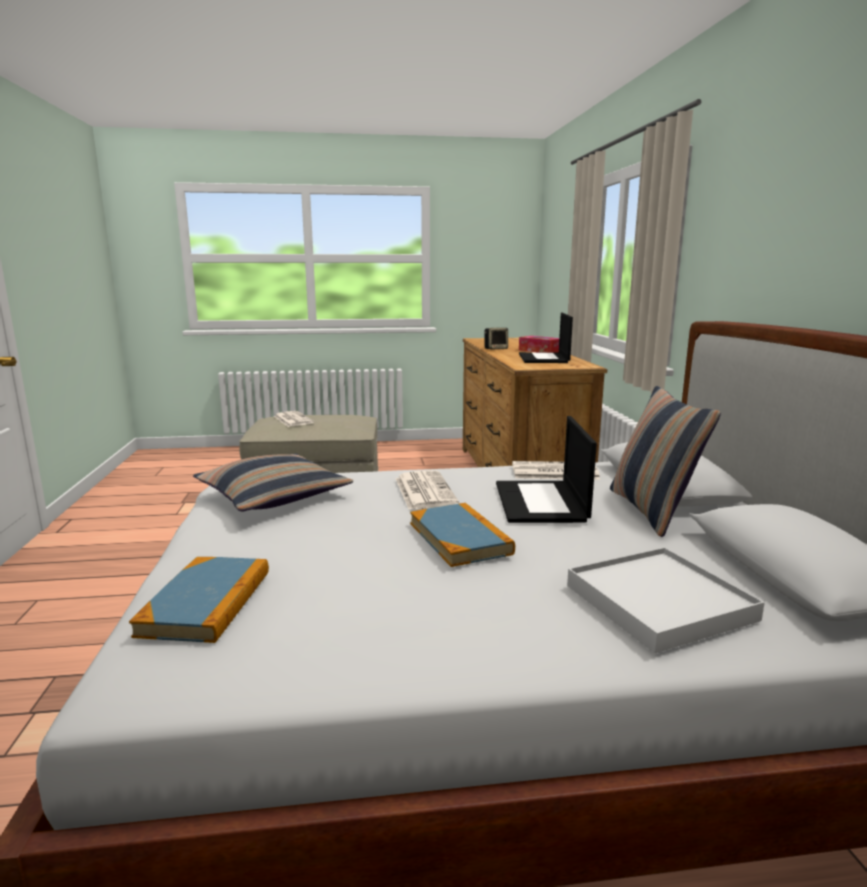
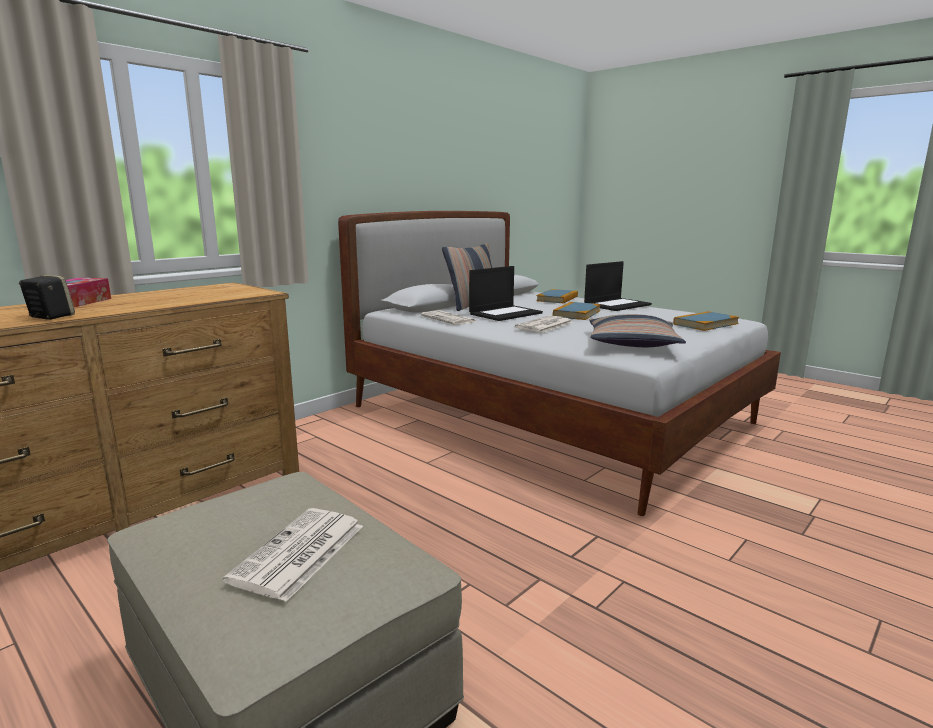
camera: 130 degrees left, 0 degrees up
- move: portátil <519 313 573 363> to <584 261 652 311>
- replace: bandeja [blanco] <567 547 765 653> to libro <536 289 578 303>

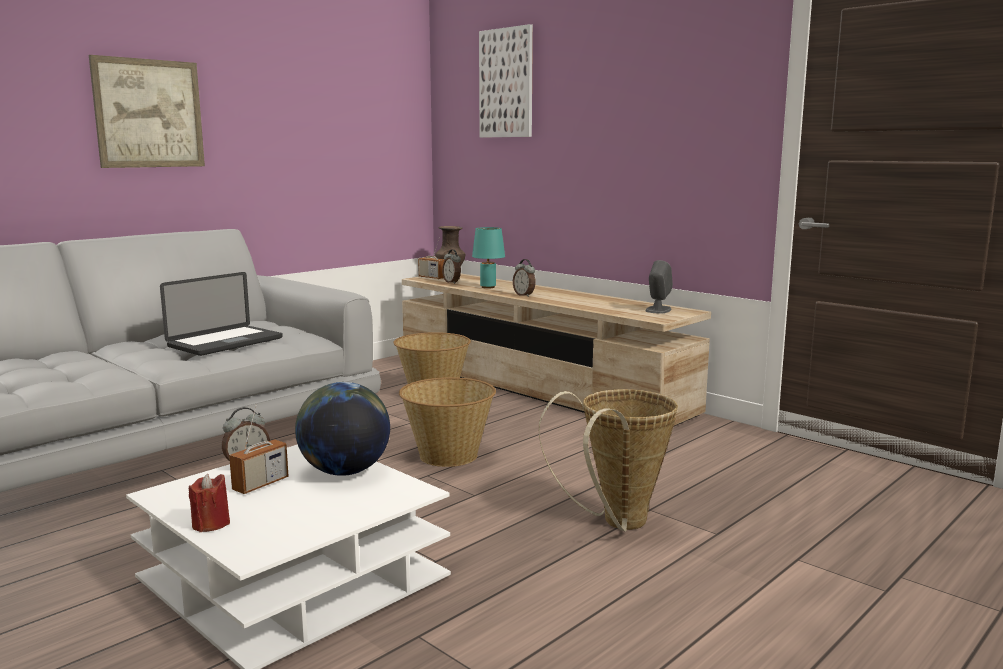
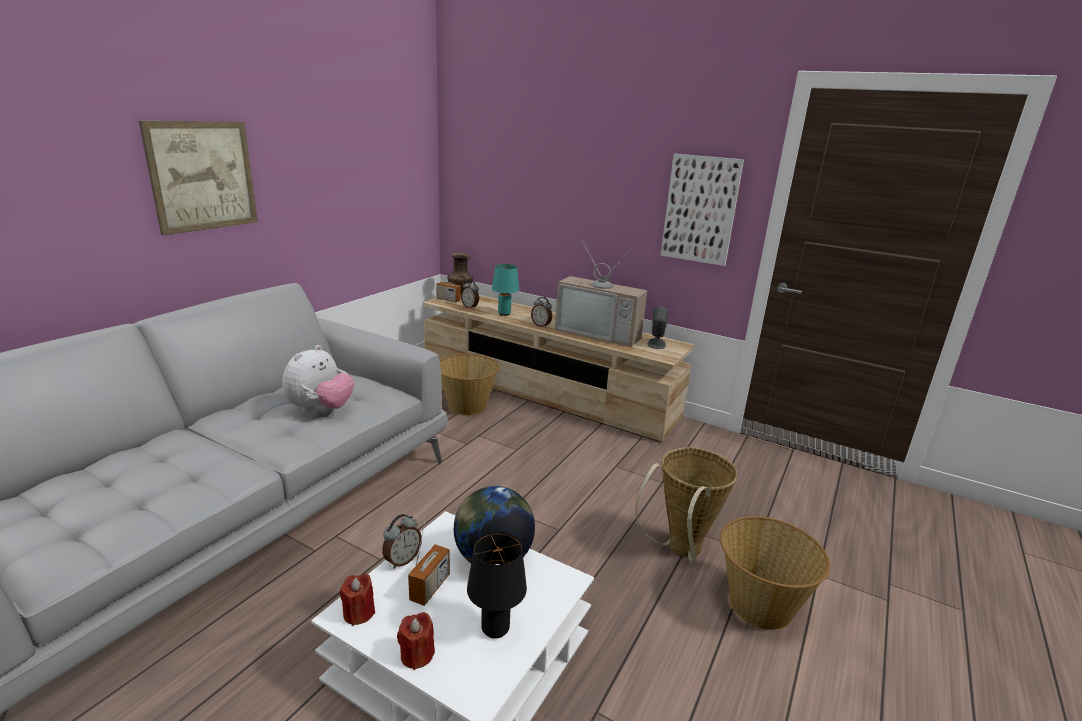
camera: 15 degrees left, 10 degrees up
- replace: portátil <160 272 283 356> to peluche <282 345 354 412>
- move: cesta <399 377 496 467> to <720 516 830 630>
- move: cuadro <479 24 533 138> to <661 154 744 266>
- insert: vela [rojo] <340 574 375 626>
- insert: lámpara de mesa [negro] <467 532 527 639>
- insert: televisor <555 239 647 347>

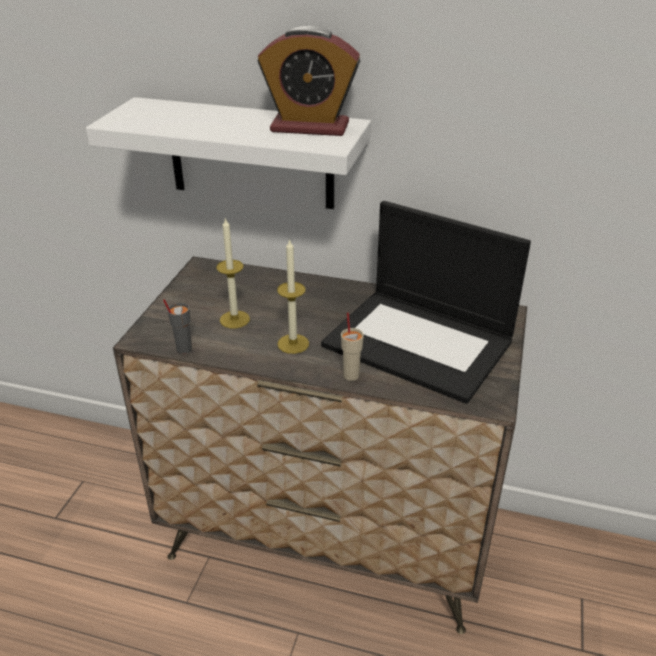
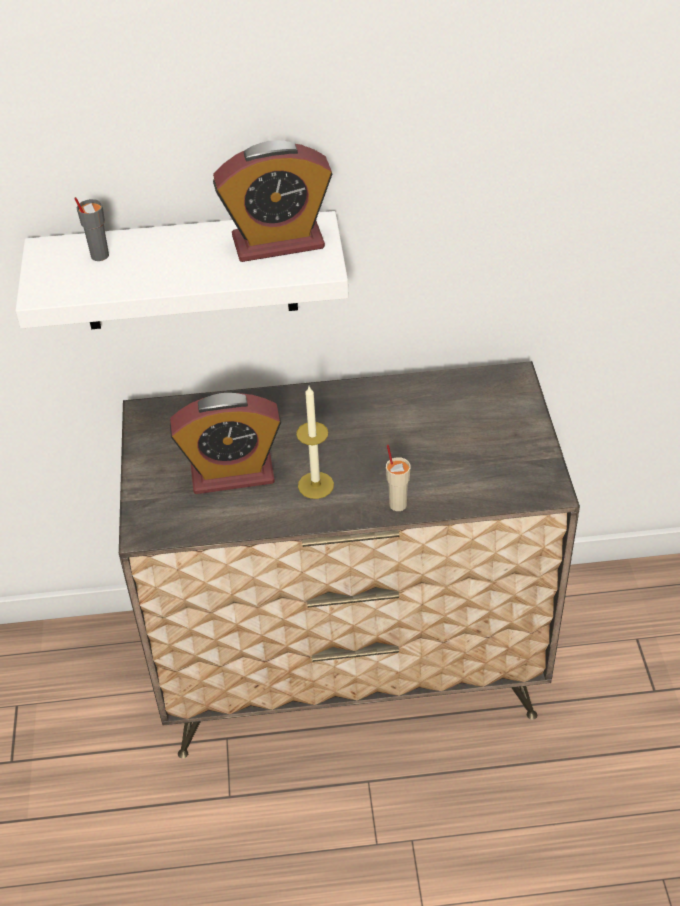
camera: 20 degrees left, 10 degrees up
- move: taza [gris] <163 299 192 354> to <74 197 109 261>
- replace: vela <216 217 250 328> to despertador <170 393 281 494>
- delete: portátil <321 201 531 404>

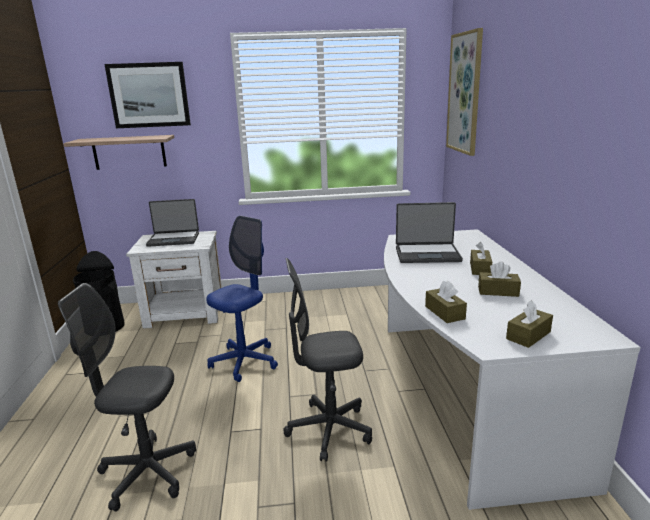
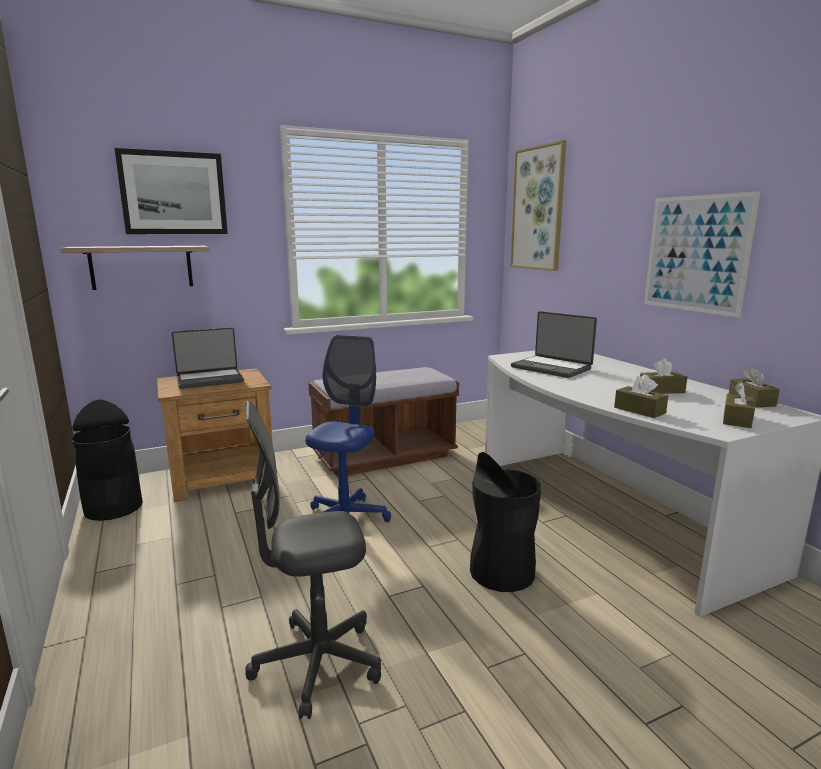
camera: 20 degrees left, 5 degrees down
- recolor: mesita de noche [blanco] <126 231 222 329> to mesita de noche [marrón] <157 368 273 502>
- replace: silla de oficina [gris] <284 258 372 462> to papelera [negro] <470 452 541 592>
- rotate: portátil <396 202 463 263> = <511 311 597 378> 60 degrees clockwise
- move: caja de pañuelos [marrón] <470 242 492 275> to <729 367 780 407>
- insert: banco [marrón] <308 367 459 477>
- insert: cuadro <644 192 760 318>

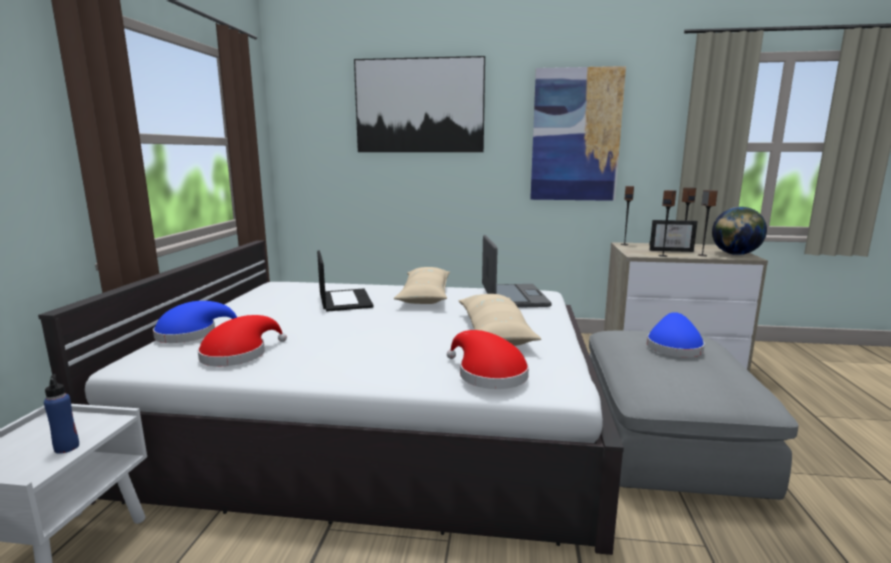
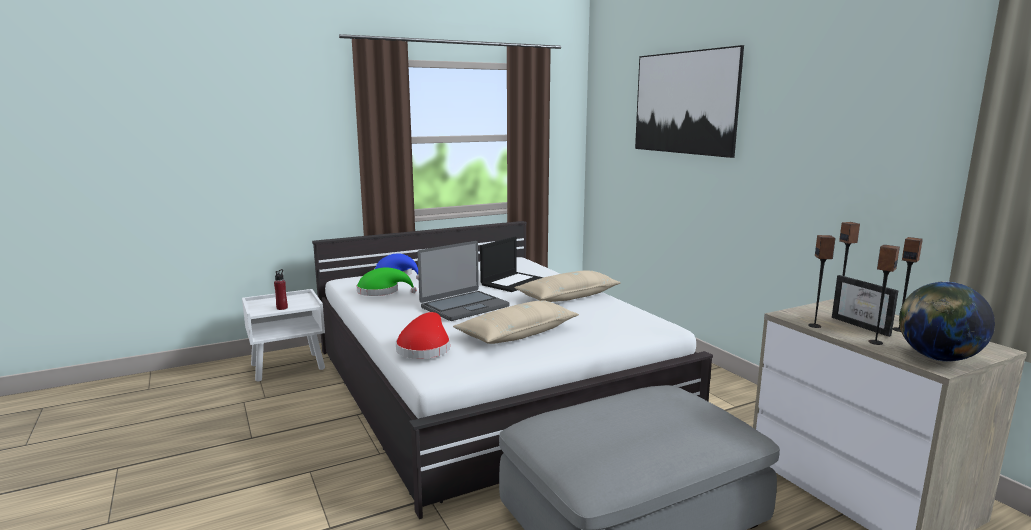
camera: 55 degrees right, 0 degrees up
- recolor: botella [azul] <44 374 79 454> to botella [rojo] <274 269 288 310>
- recolor: sombrero [rojo] <198 315 287 366> to sombrero [verde] <357 267 417 296>
- move: portátil <482 235 552 308> to <418 241 510 321>
- delete: cuadro <530 66 626 201>
- delete: sombrero [azul] <646 312 705 357>

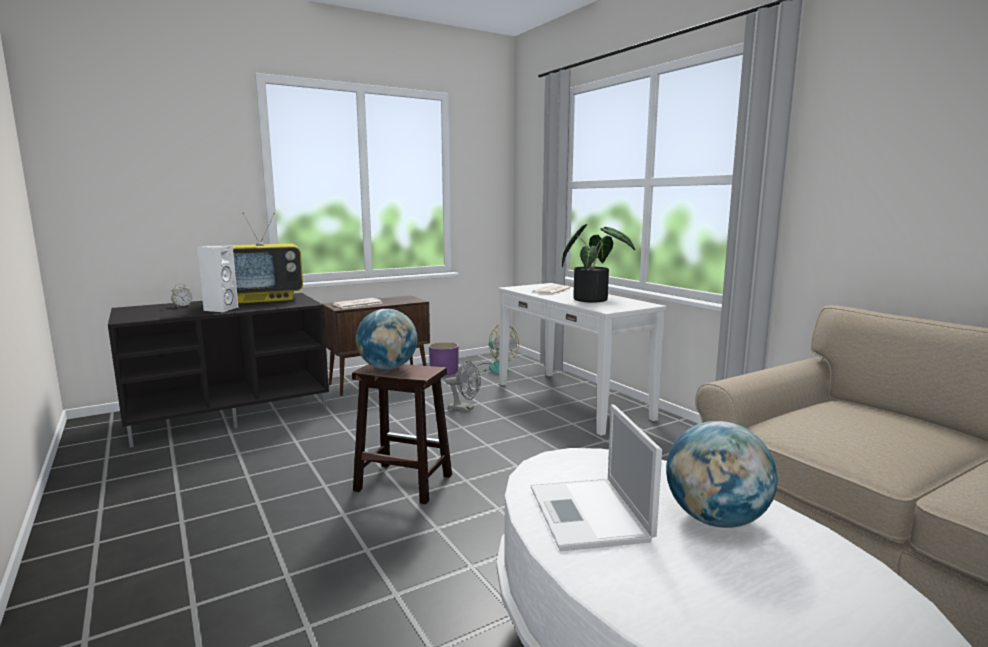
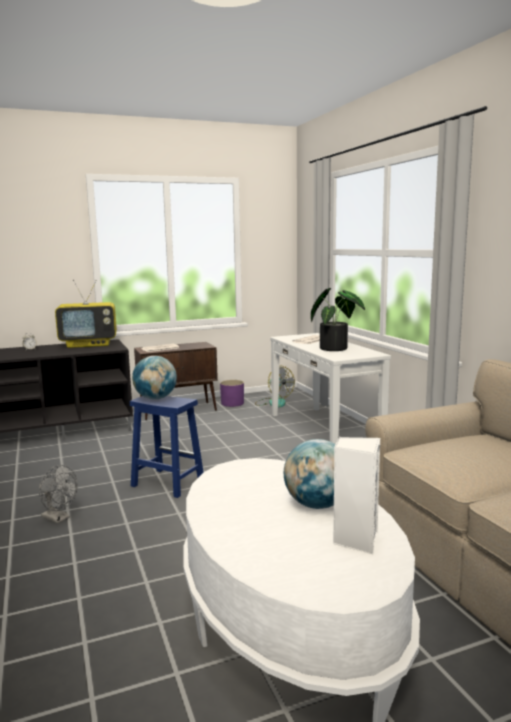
camera: 10 degrees right, 0 degrees up
- move: altavoz [blanco] <197 245 239 312> to <333 437 380 554>
- recolor: taburete [marrón] <352 364 452 504> to taburete [azul] <130 396 203 498>
- move: ventilador [gris] <445 360 481 412> to <39 465 78 524>
- delete: portátil <531 404 662 551>

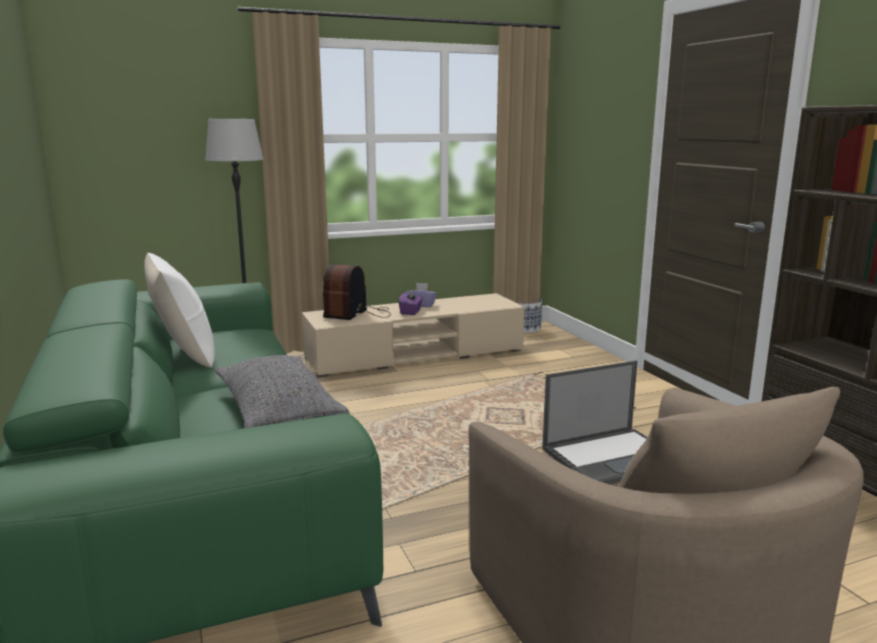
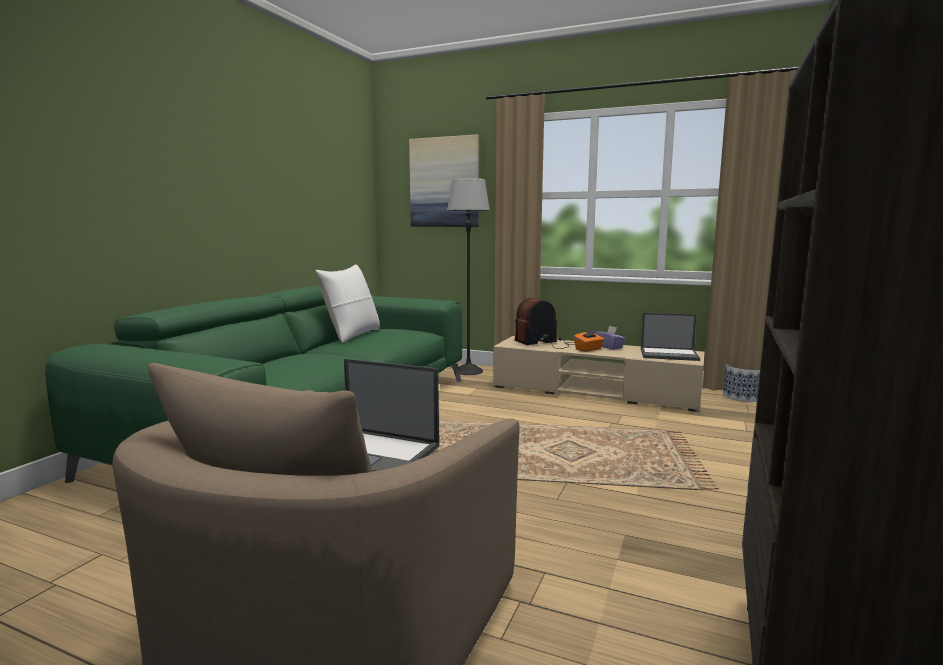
camera: 45 degrees right, 5 degrees down
- delete: cojín [gris] <215 355 350 428>
- recolor: caja de pañuelos [morado] <399 289 423 315> to caja de pañuelos [naranja] <574 329 604 352>
- insert: cuadro <409 134 479 227>
- insert: portátil <641 313 700 361>

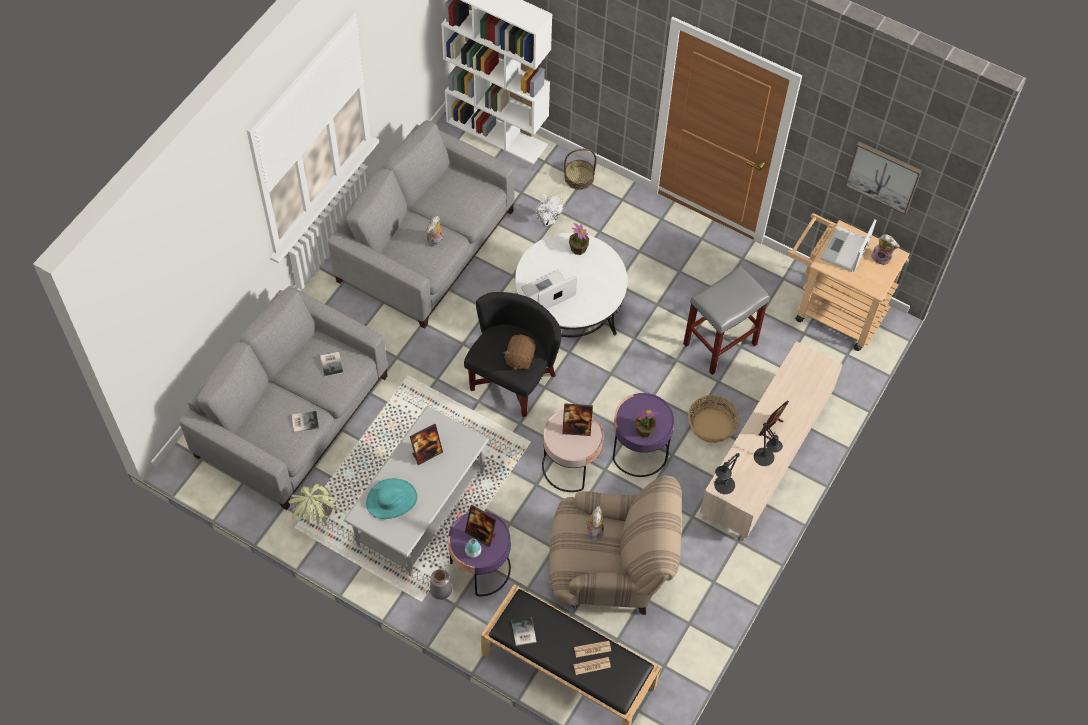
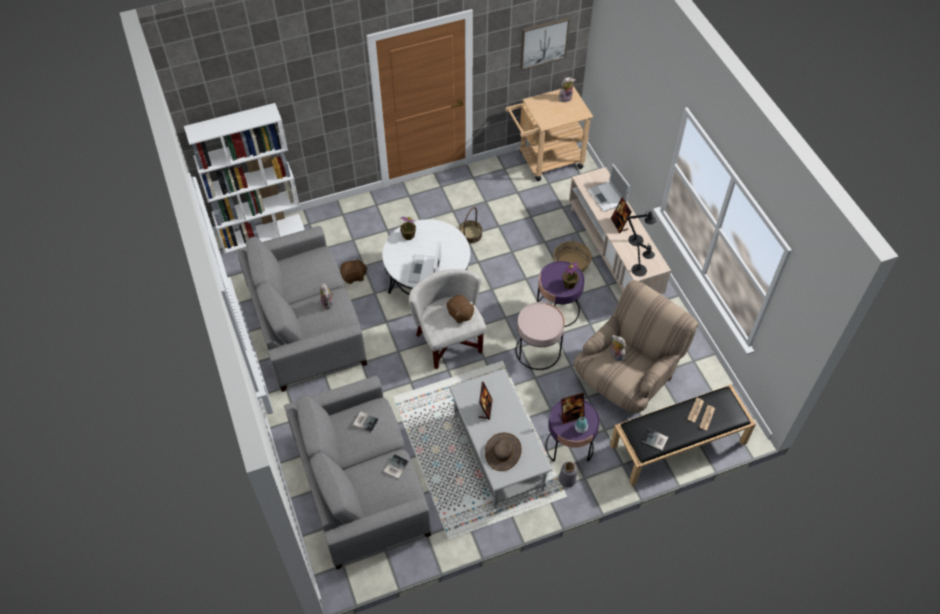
camera: 50 degrees left, 5 degrees down
- delete: planta en maceta <289 484 340 527>
- recolor: sombrero [turquesa] <366 478 418 519> to sombrero [marrón] <485 433 522 471>
- recolor: sillón [negro] <464 292 562 417> to sillón [blanco] <409 269 487 369>
- delete: ventilador [blanco] <536 193 565 226>
- delete: portarretratos <562 403 593 436>
- move: cesta <564 149 596 190> to <459 207 482 244>
- delete: taburete [gris] <683 266 770 375>
- move: portátil <821 219 877 272> to <587 164 630 212>
- insert: peluche [marrón] <340 258 368 284>

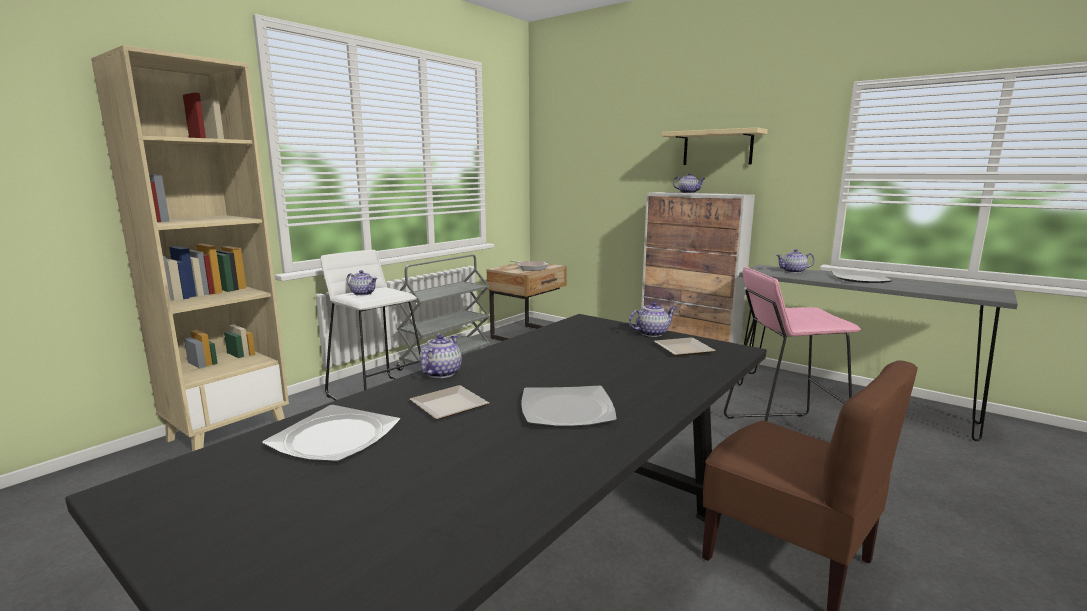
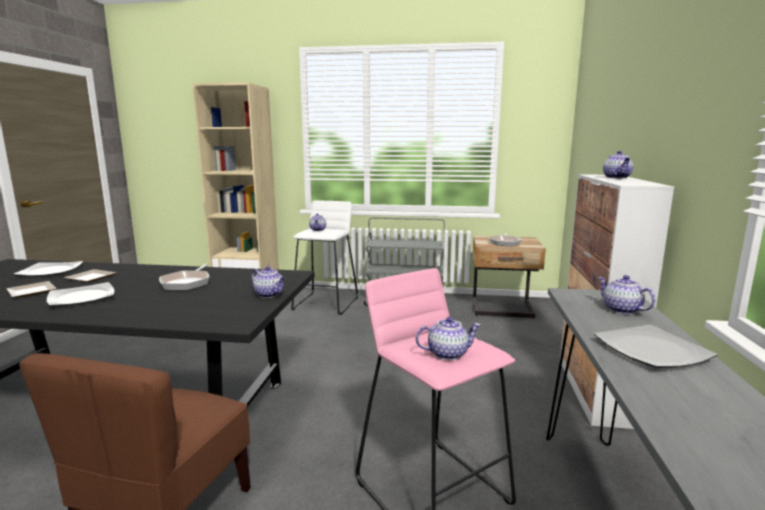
camera: 60 degrees right, 0 degrees up
- move: tetera <419 334 462 378> to <416 317 481 360>
- move: plato <654 337 716 356> to <7 281 57 298>
- delete: estante [beis] <662 127 768 165>
- insert: sartén <159 264 209 290>

